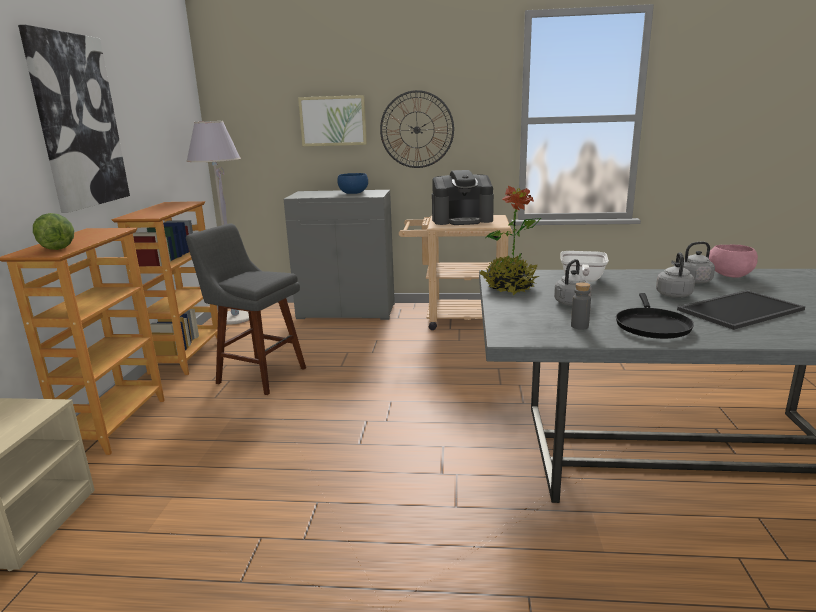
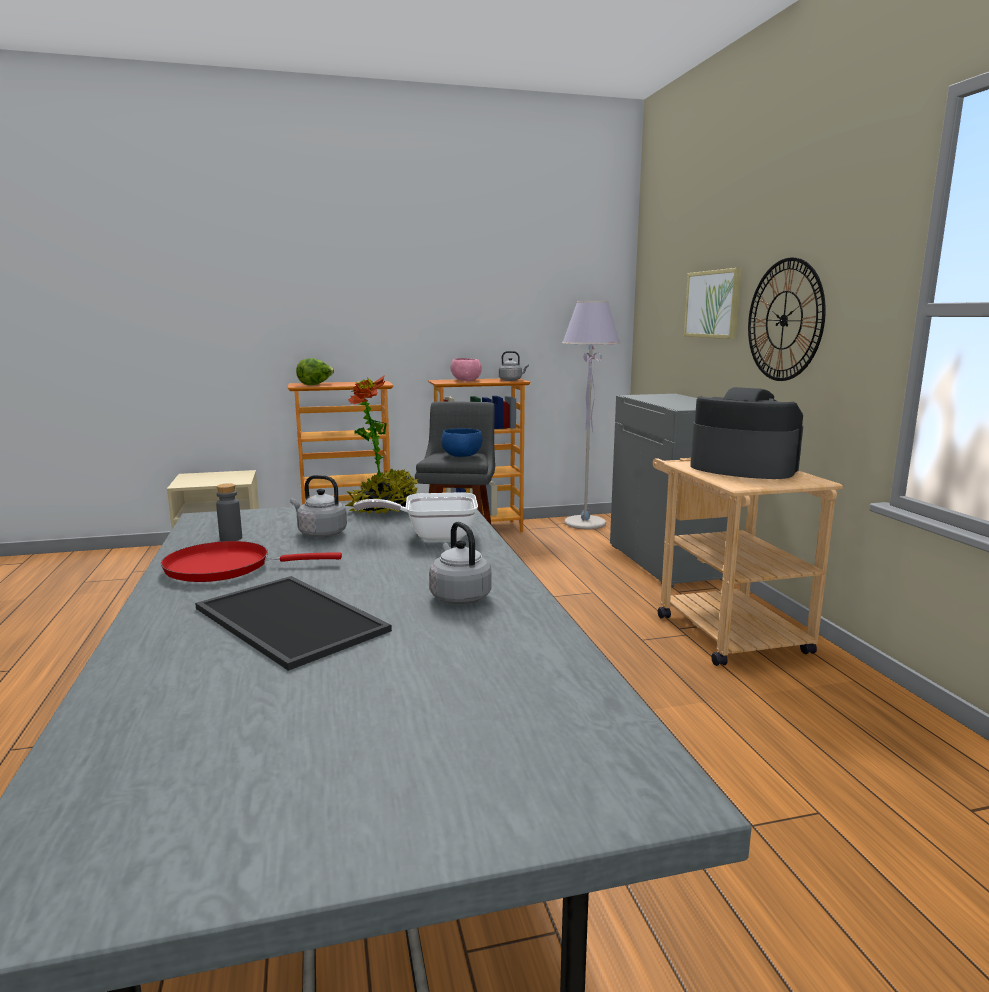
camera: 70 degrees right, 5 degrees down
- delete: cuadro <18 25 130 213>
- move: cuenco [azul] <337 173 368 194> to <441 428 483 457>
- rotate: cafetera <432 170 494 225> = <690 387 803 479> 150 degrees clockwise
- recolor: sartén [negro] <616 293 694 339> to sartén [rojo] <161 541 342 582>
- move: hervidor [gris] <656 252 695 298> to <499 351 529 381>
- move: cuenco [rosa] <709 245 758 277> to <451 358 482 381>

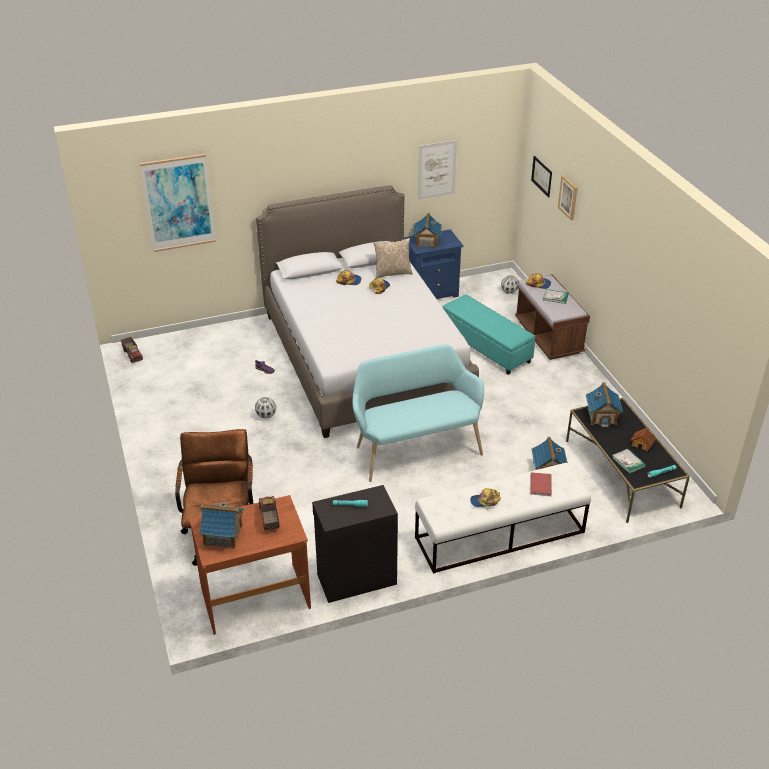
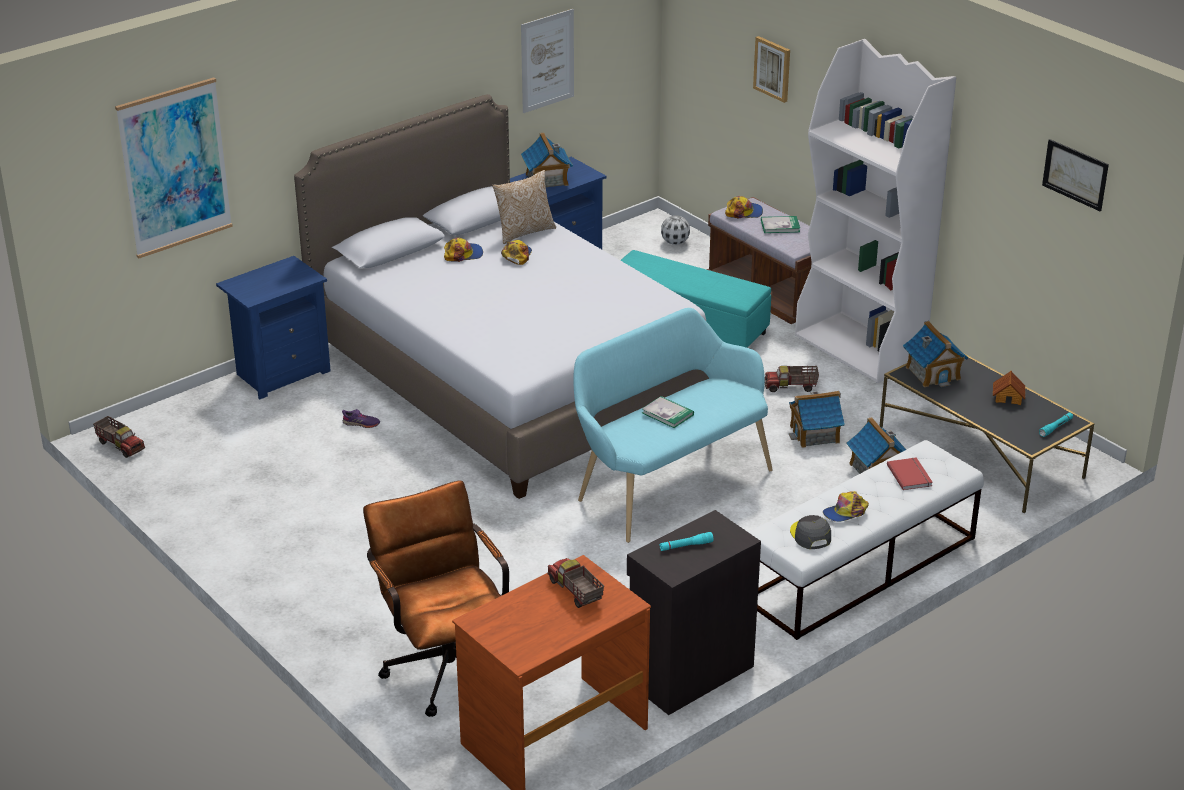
camera: 20 degrees left, 5 degrees down
- move: casita <199 502 243 549> to <789 391 845 448>
- delete: balón de fútbol <255 397 276 418>
- move: cuadro <531 156 552 198> to <1042 139 1109 211>
- move: libro <612 449 646 474> to <642 396 694 428>
- insert: mesita de noche [azul] <216 256 331 399>
- insert: camión de juguete <765 366 819 392>
- insert: gorra [gris] <790 515 831 549>
- insert: estantería [blanco] <795 39 956 383>

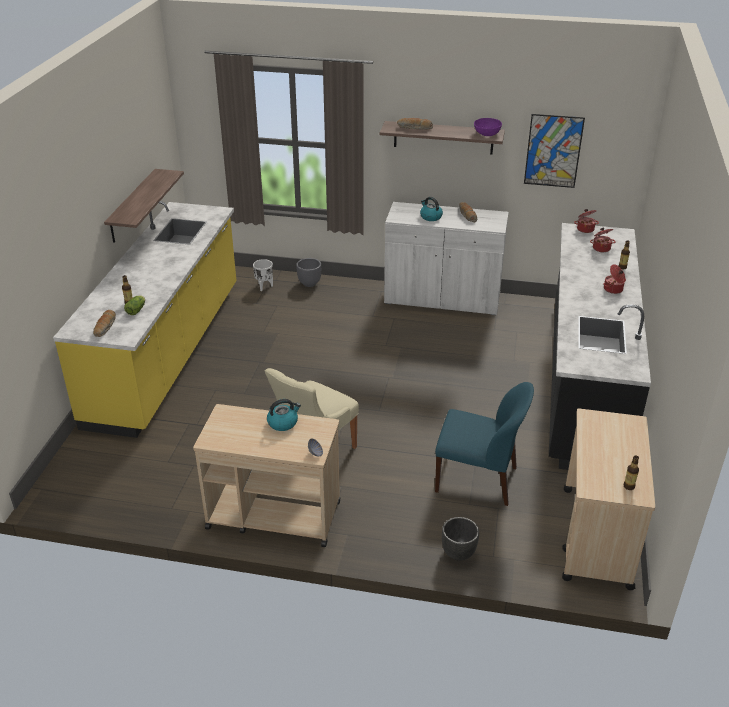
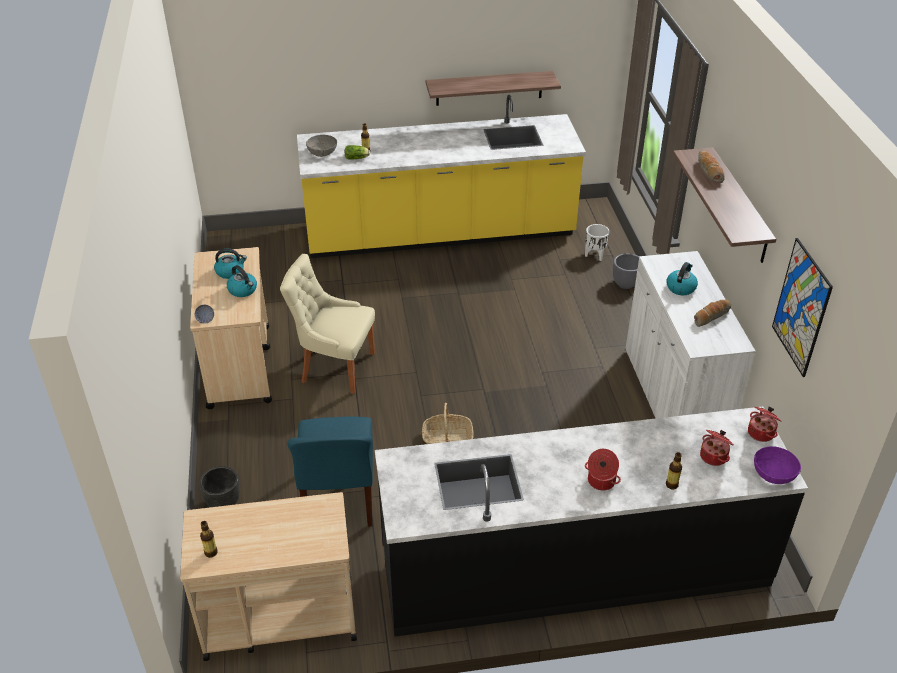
camera: 70 degrees right, 5 degrees up
- replace: pan <93 310 116 337> to cuenco [gris] <306 135 337 157>
- move: cuenco [morado] <474 118 502 136> to <754 446 801 484>
- insert: hervidor <214 249 247 279>
- insert: cesta <422 403 474 444>

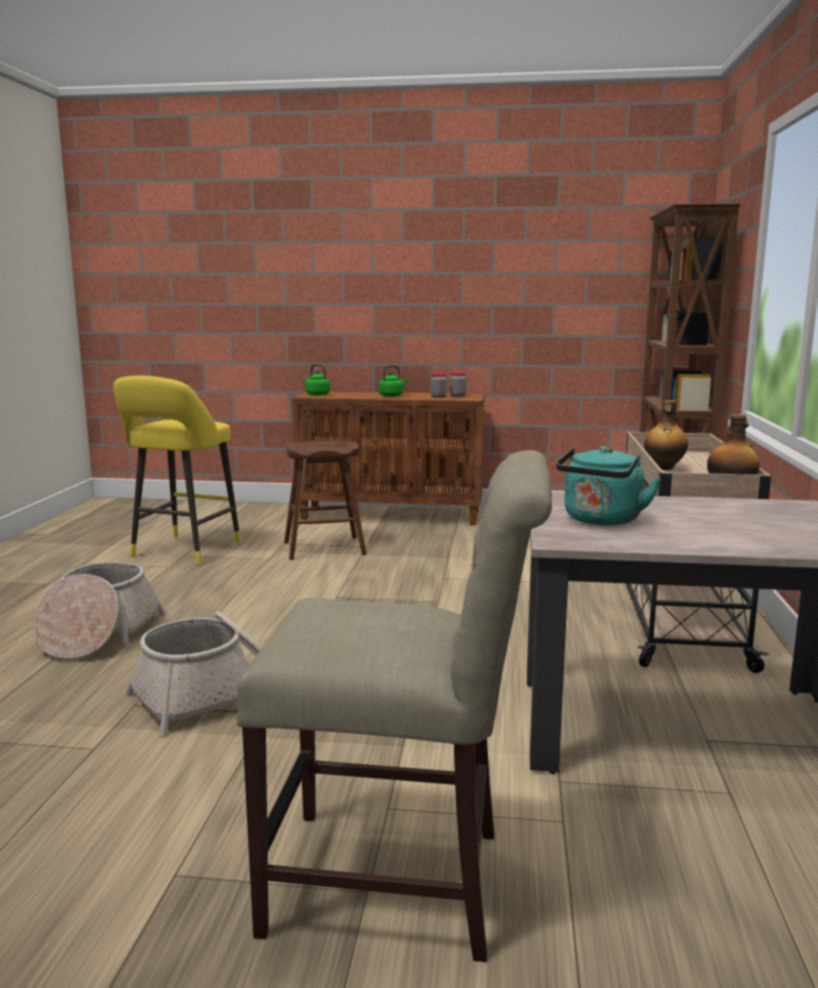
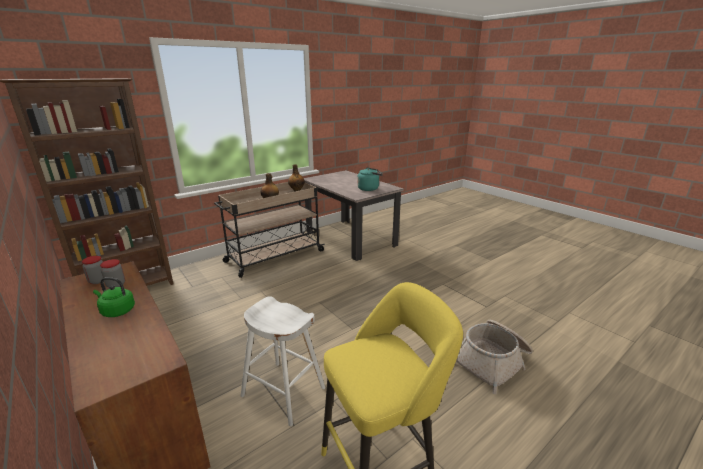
camera: 135 degrees left, 10 degrees up
- delete: cesta <126 611 262 736>
- delete: silla [beis] <237 450 552 962>
- recolor: taburete [marrón] <284 440 366 560> to taburete [blanco] <241 296 325 426>
- delete: hervidor [verde] <304 364 330 395>

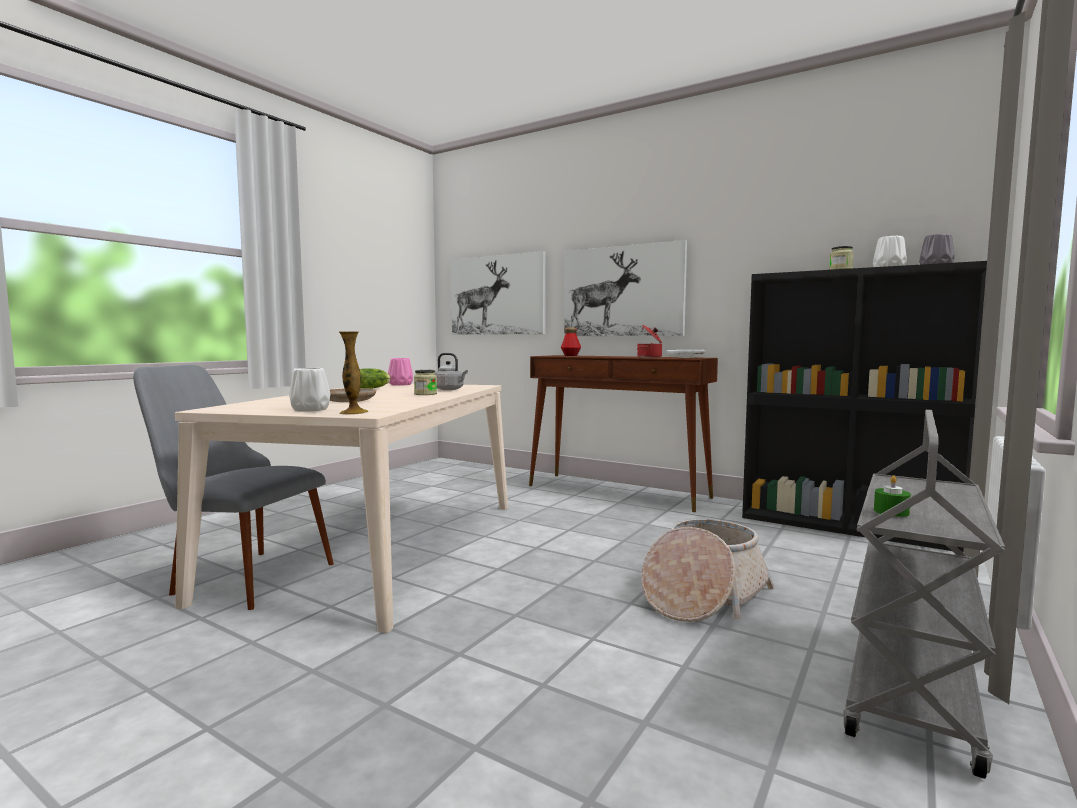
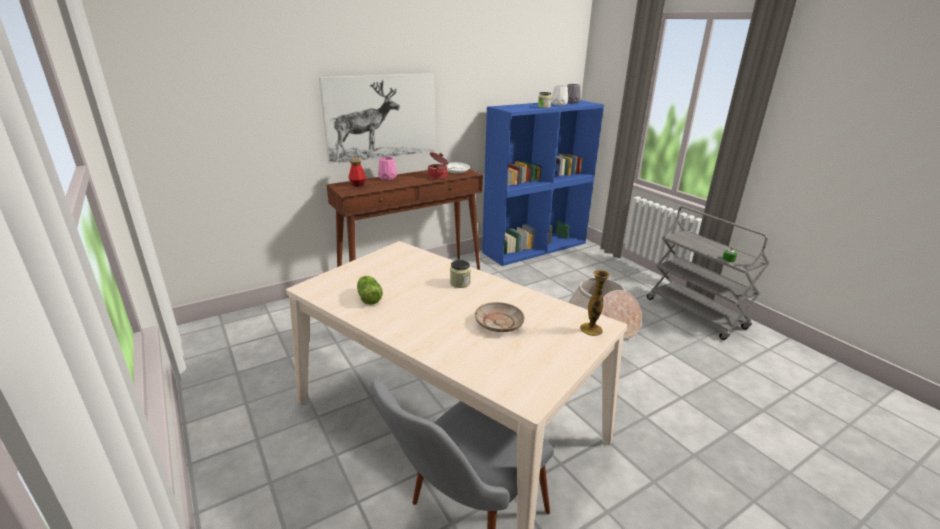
camera: 65 degrees left, 20 degrees up
- delete: florero [blanco] <289 368 330 412>
- move: florero [rosa] <388 358 413 386> to <378 157 397 180>
- delete: hervidor [gris] <435 353 468 390>
- delete: cuadro <451 251 545 335>
- recolor: estantería [negro] <742 261 987 552> to estantería [azul] <482 100 604 266>

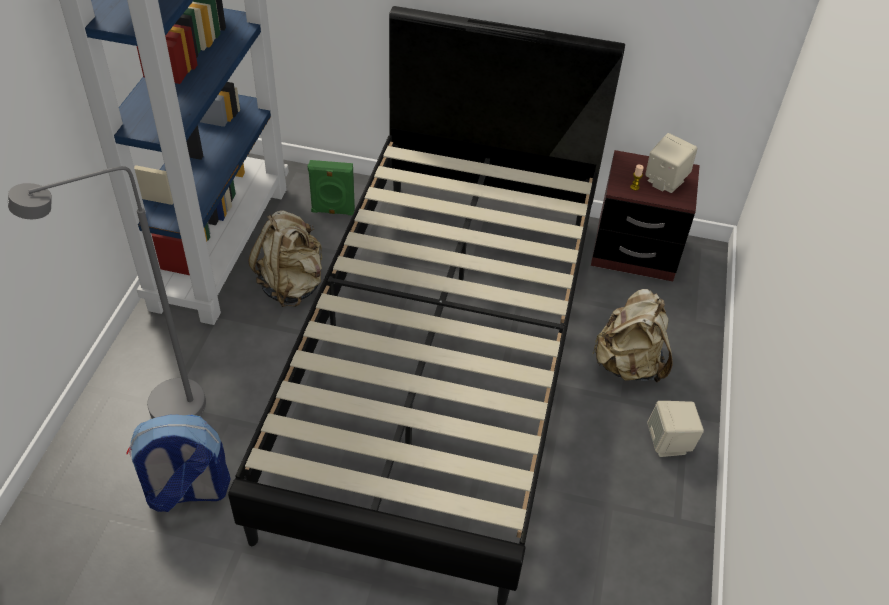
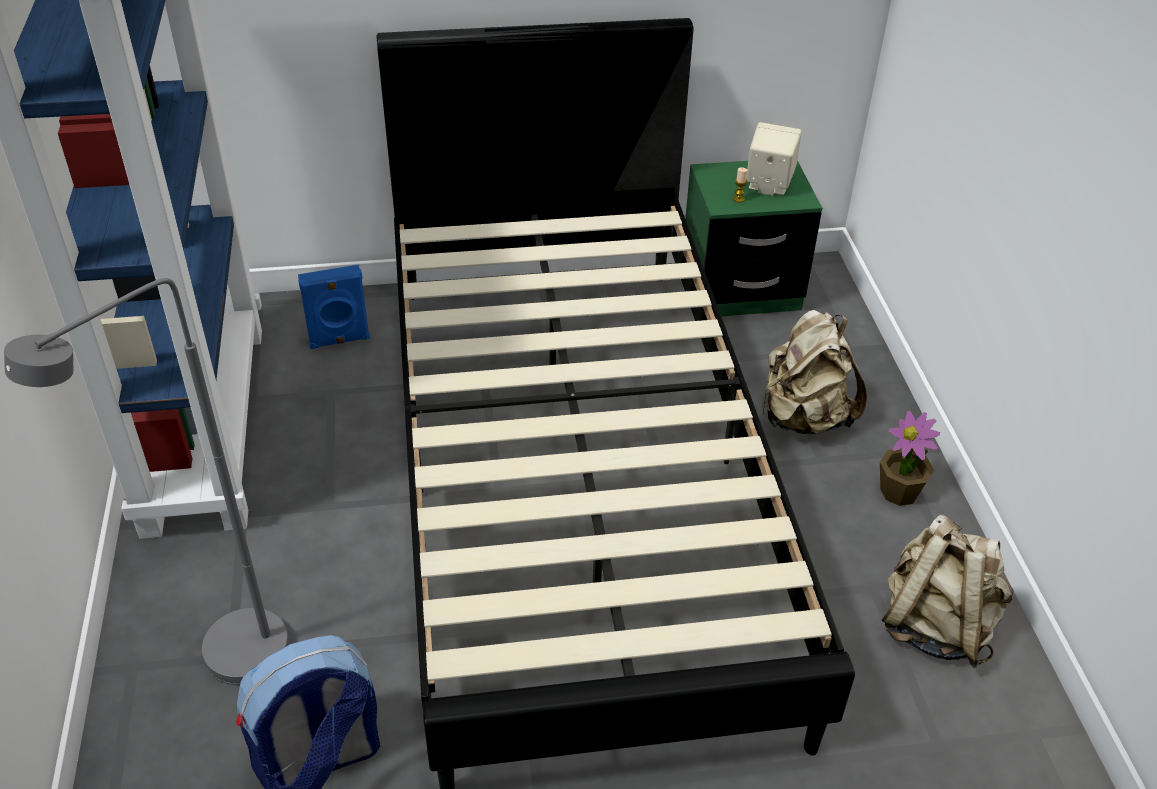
camera: 20 degrees left, 5 degrees down
- move: mochila [beis] <248 211 323 307> to <882 514 1014 668>
- recolor: altavoz [verde] <308 160 355 216> to altavoz [azul] <298 264 370 349>
- recolor: mesita de noche [marrón] <591 150 700 281> to mesita de noche [verde] <685 160 822 316>
- replace: altavoz [beis] <647 401 704 457> to planta en maceta <880 411 940 506>

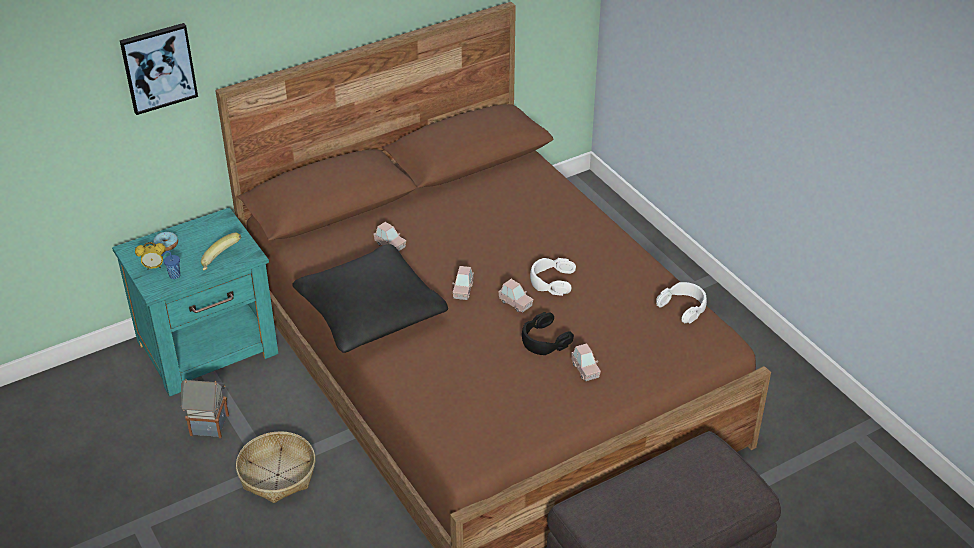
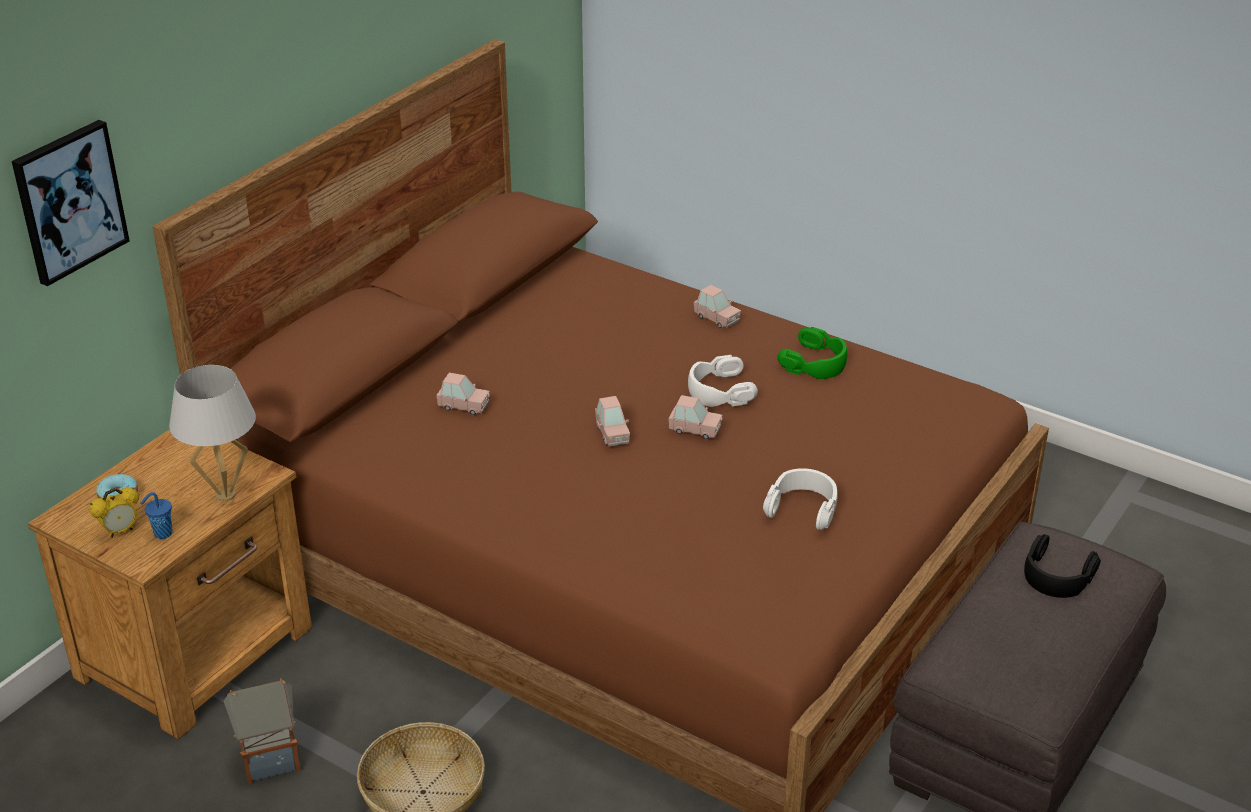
camera: 25 degrees left, 5 degrees down
- recolor: mesita de noche [turquesa] <112 207 278 397> to mesita de noche [marrón] <28 429 312 740>
- replace: plátano <201 233 241 270> to lámpara de mesa [blanco] <169 365 256 502>
- delete: cojín [negro] <292 244 448 353>
- move: auriculares [negro] <522 312 574 355> to <1024 534 1101 598>
- move: coche de juguete [rosa] <571 343 601 381> to <694 285 741 328>
- move: auriculares [blanco] <656 282 707 323> to <763 468 838 530>
- insert: auriculares [verde] <777 327 847 379>

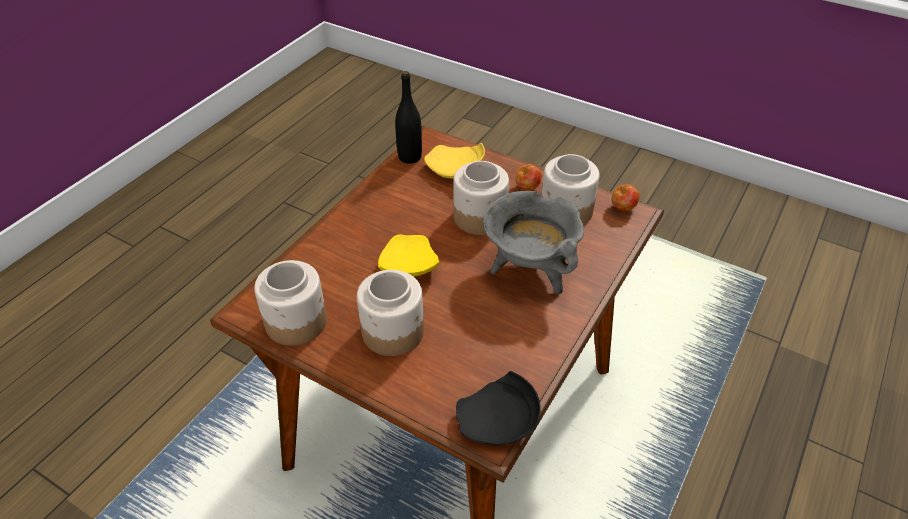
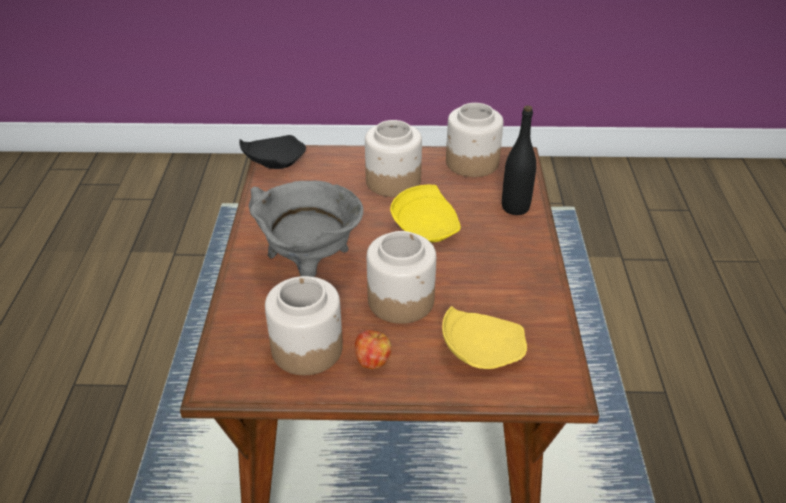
camera: 150 degrees right, 5 degrees down
- move: botella [negro] <395 71 422 164> to <502 105 536 215>
- delete: manzana <611 184 640 211>

